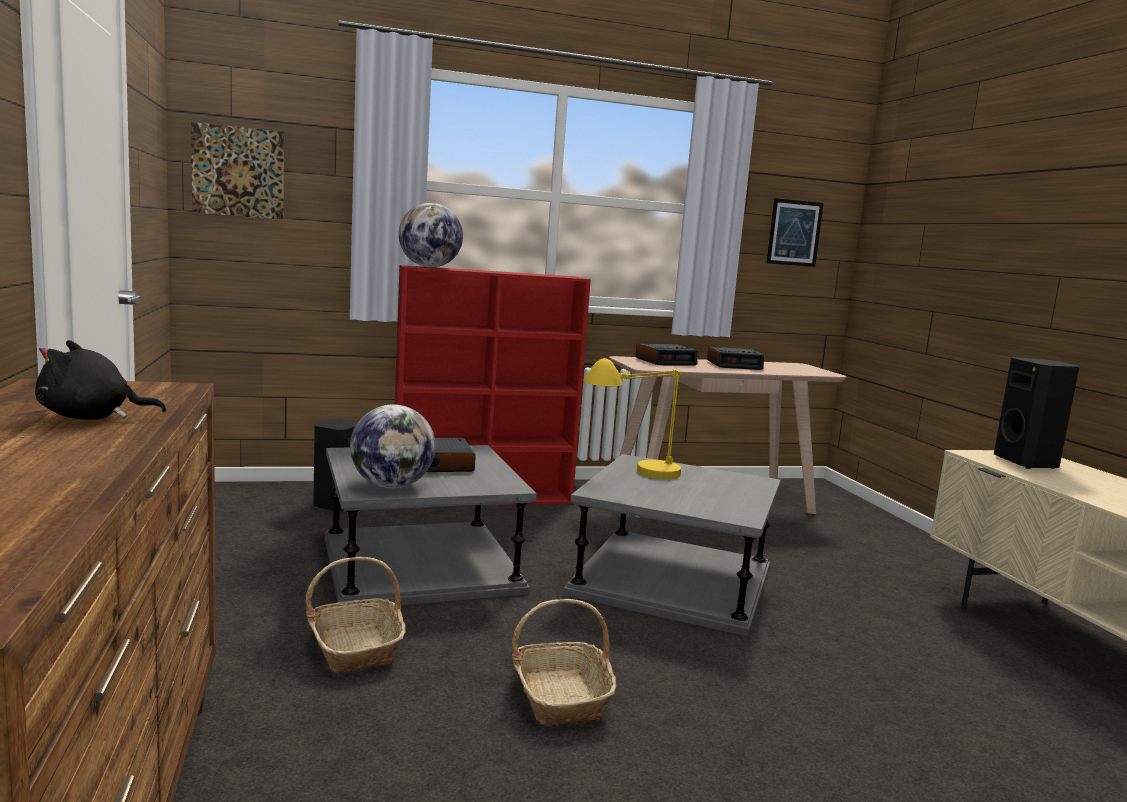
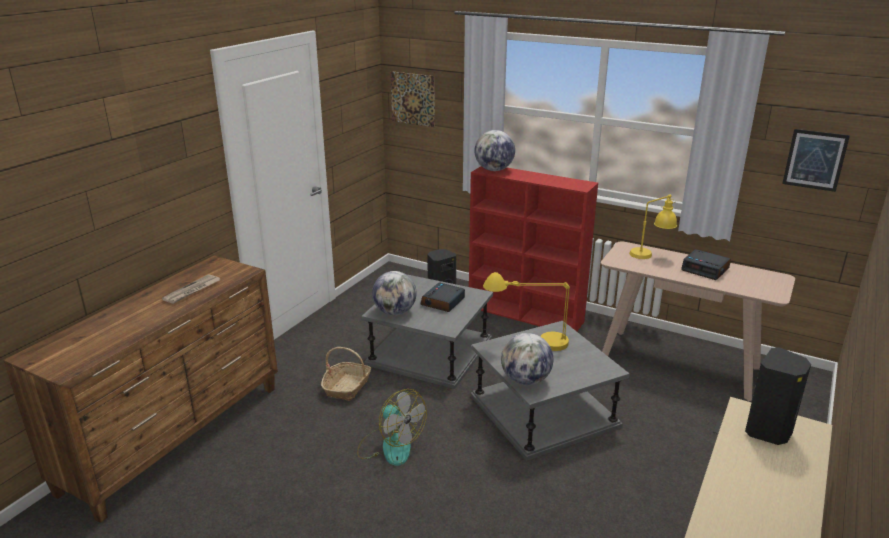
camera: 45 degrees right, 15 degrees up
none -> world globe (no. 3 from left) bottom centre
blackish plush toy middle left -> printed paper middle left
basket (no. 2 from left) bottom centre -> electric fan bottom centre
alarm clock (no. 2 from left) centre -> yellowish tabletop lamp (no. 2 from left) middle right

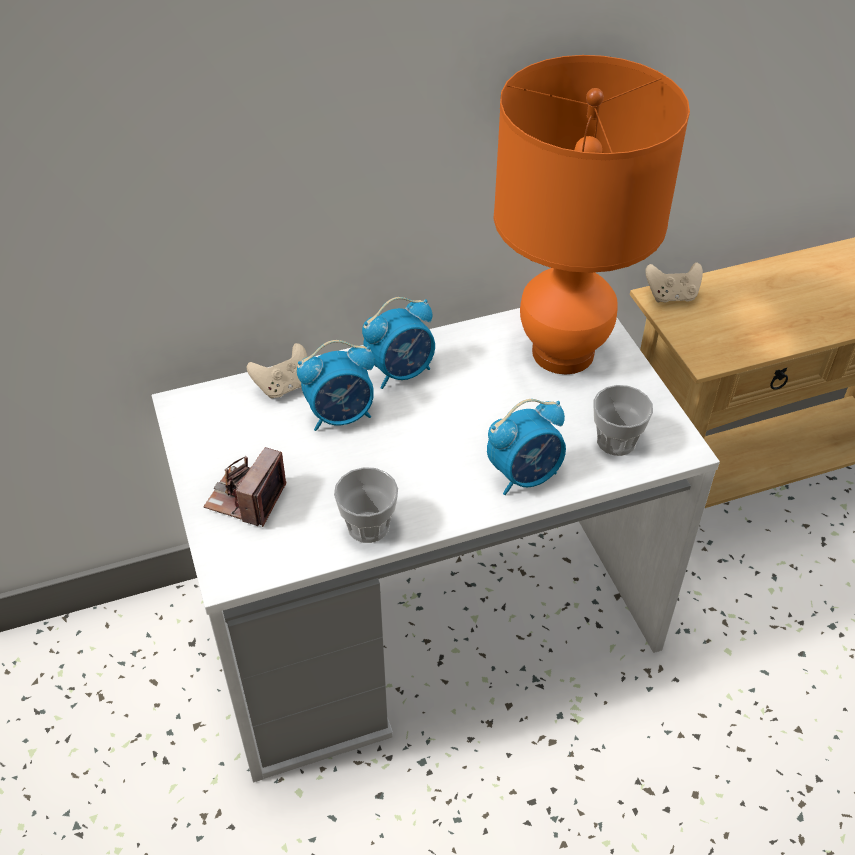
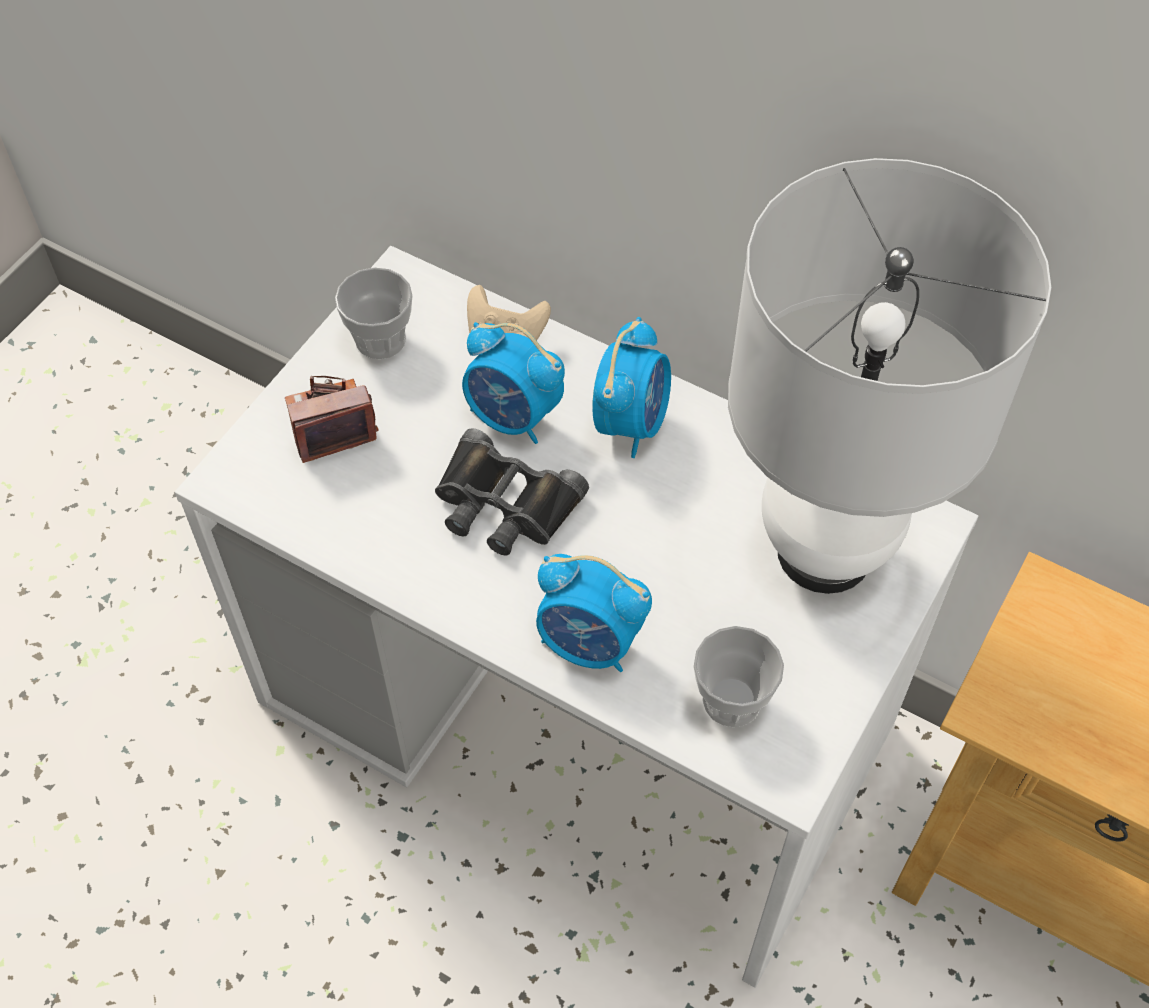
camera: 50 degrees right, 10 degrees up
sand-coloured gamepad (no. 2 from left) top right -> none
none -> blackish binoculars centre
small cup (no. 1 from left) centre -> small cup (no. 1 from left) top left, shifted
orangey tabletop lamp top right -> whitish tabletop lamp middle right
alarm clock (no. 2 from left in the first image) centre -> alarm clock (no. 3 from left) centre, 90 degrees counterclockwise

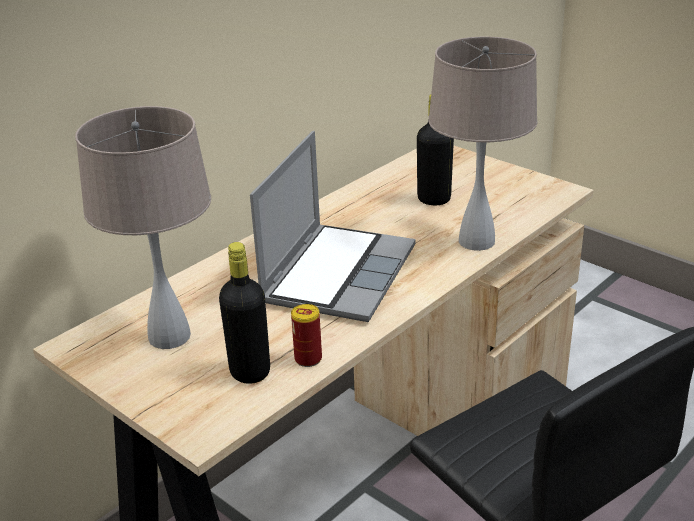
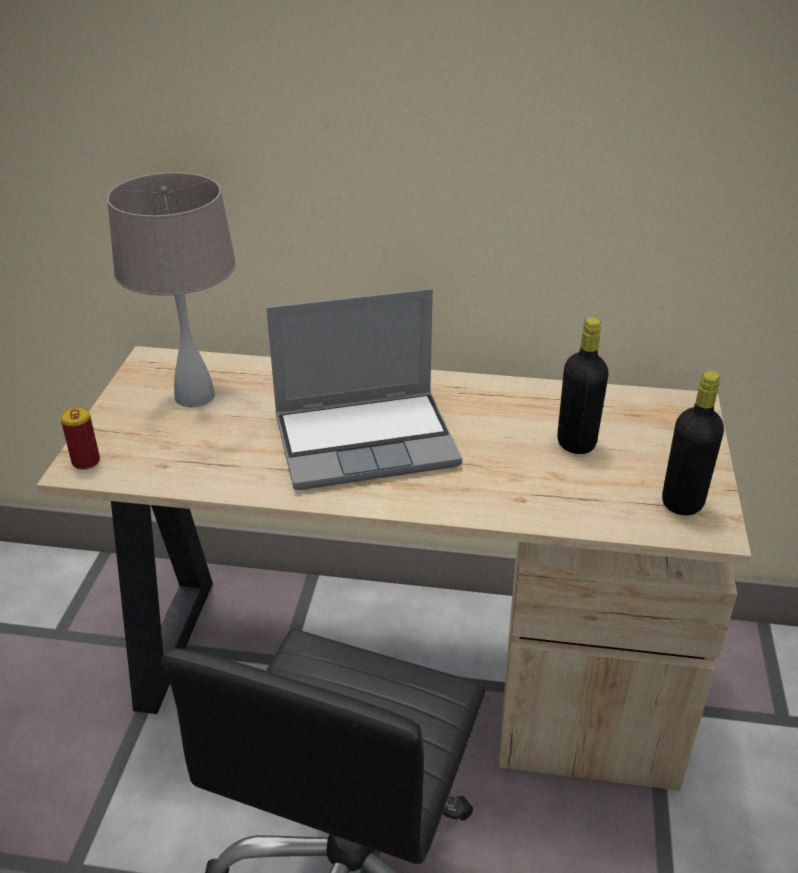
camera: 55 degrees right, 5 degrees up
sand-coloured tabletop lamp (no. 2 from left) top right -> none
blackish beverage bottle (no. 1 from left in the first image) centre -> blackish beverage bottle (no. 2 from left) middle right, shifted
sealed can centre -> sealed can middle left, shifted

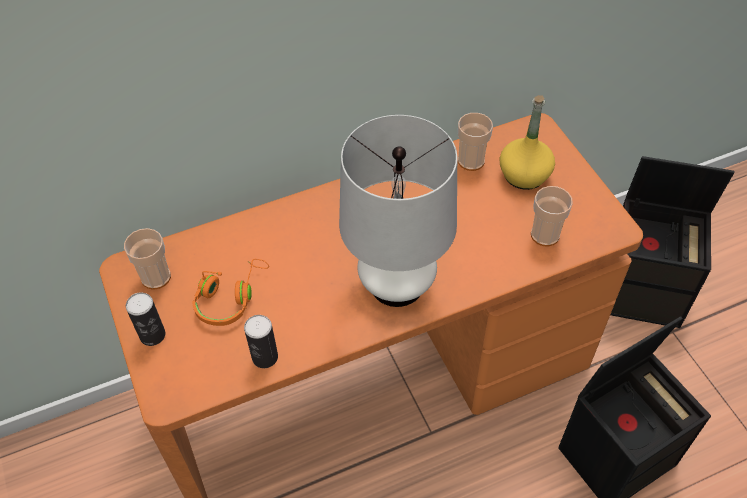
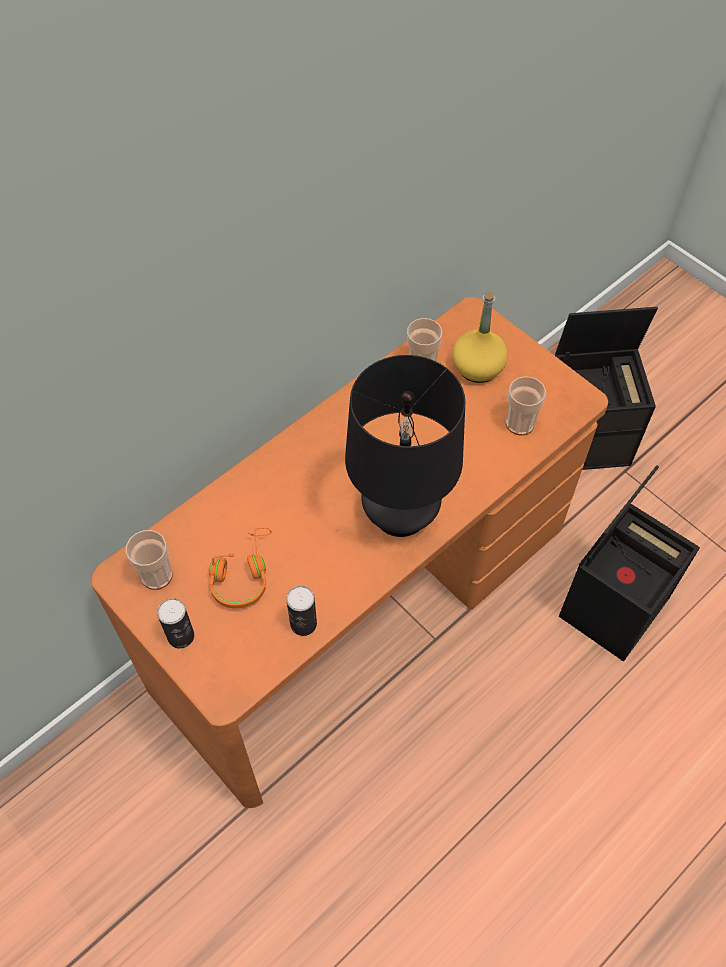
camera: 20 degrees left, 5 degrees up
whitish tabletop lamp centre -> blackish tabletop lamp centre

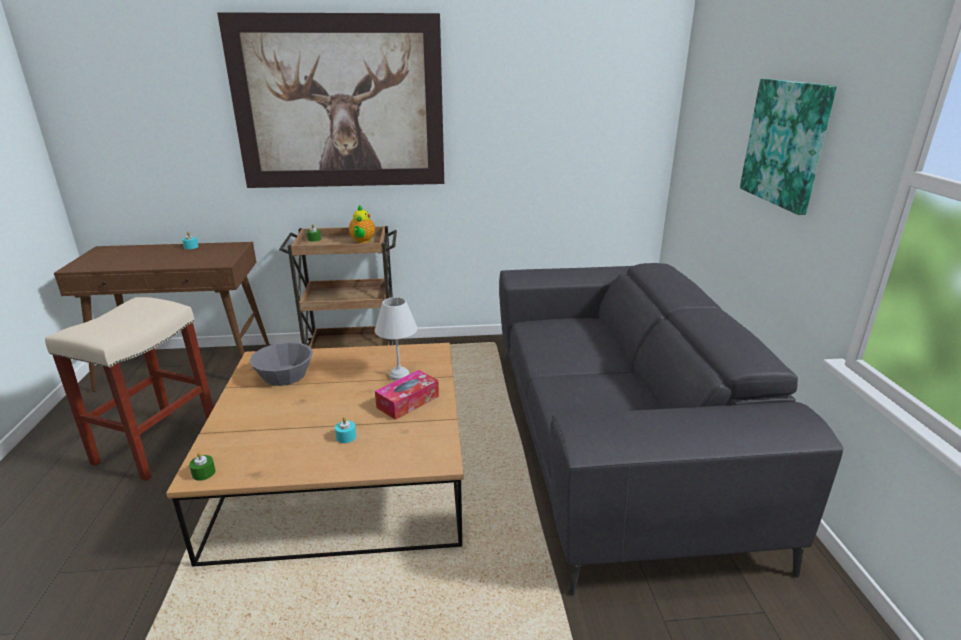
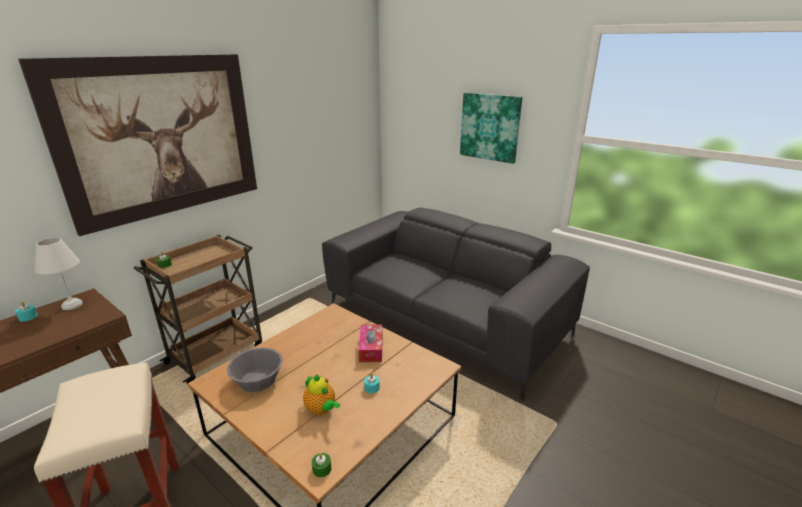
camera: 45 degrees left, 0 degrees up
tea pot centre -> tea pot bottom centre, shifted
whitish tabletop lamp centre -> whitish tabletop lamp middle left, shifted

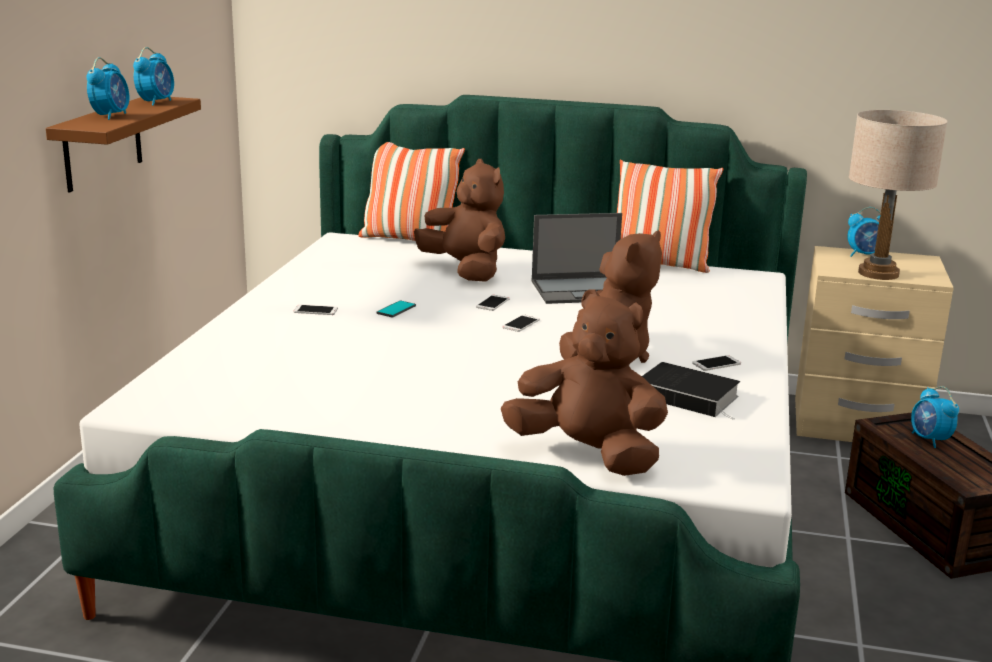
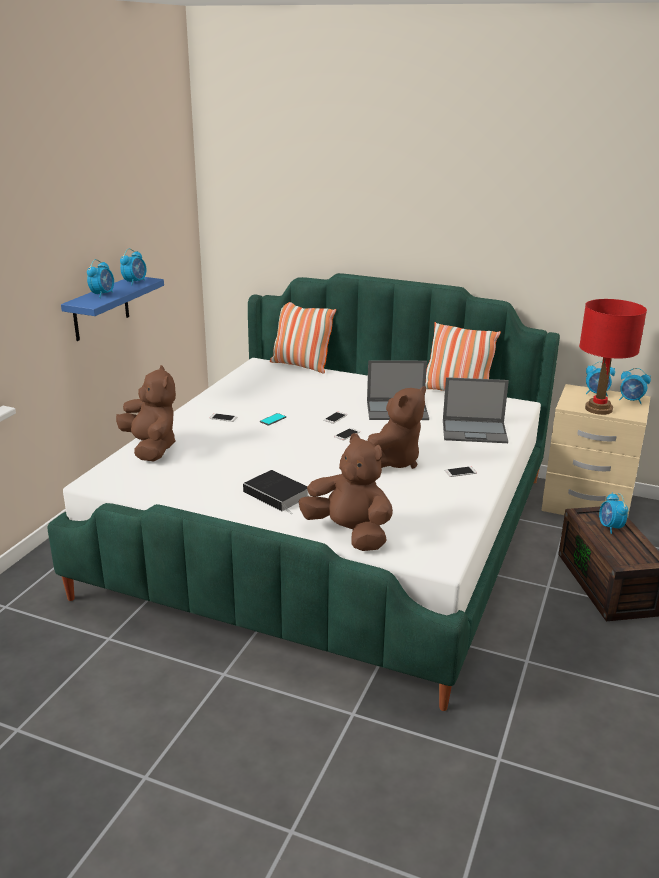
camera: 10 degrees right, 5 degrees up
none -> notebook computer (no. 2 from left) middle right
none -> alarm clock (no. 5 from left) middle right
brown-coloured plush toy (no. 1 from left) top centre -> brown-coloured plush toy (no. 1 from left) middle left, shifted
volume middle right -> volume centre, shifted
brown-coloured bracket shelf top left -> blue bracket shelf middle left
sand-coloured tabletop lamp top right -> red-coloured tabletop lamp middle right

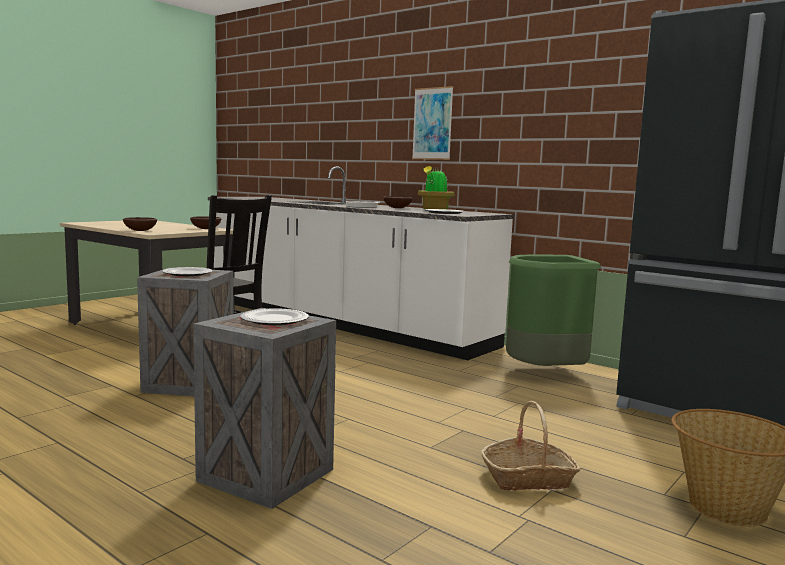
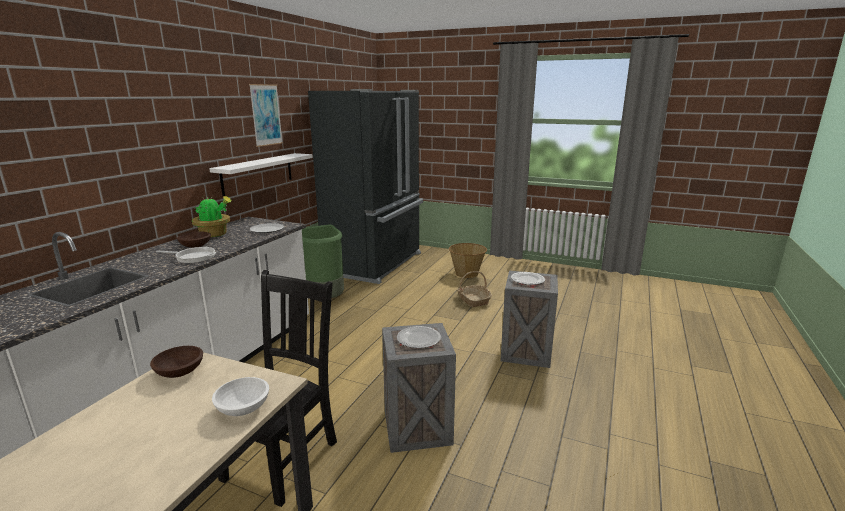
camera: 105 degrees left, 10 degrees up
none -> whitish bracket shelf middle left
wall picture top centre -> wall picture top left, shifted
brown-coloured bowl (no. 1 from left) middle left -> whitish bowl bottom left

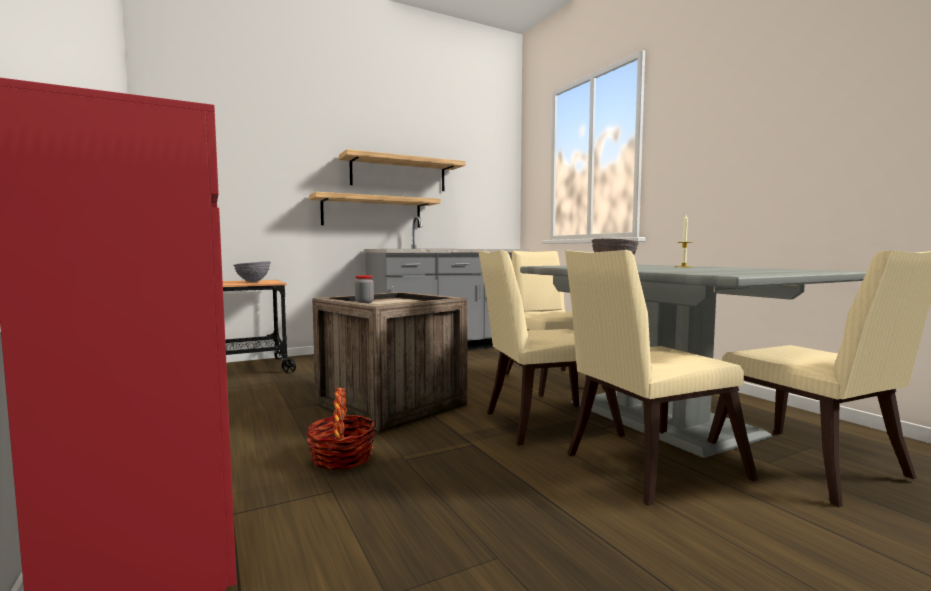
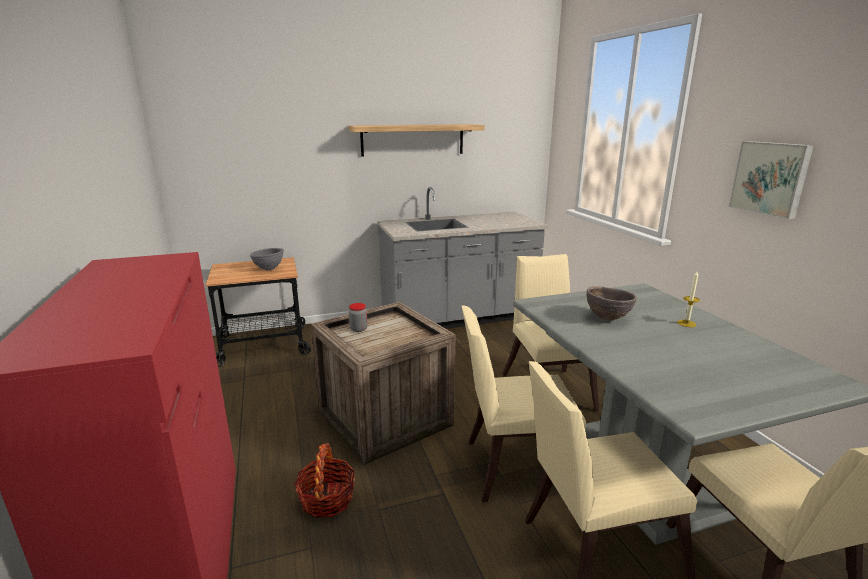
camera: 10 degrees right, 15 degrees up
bracket shelf (no. 1 from left) centre -> none
none -> wall picture top right

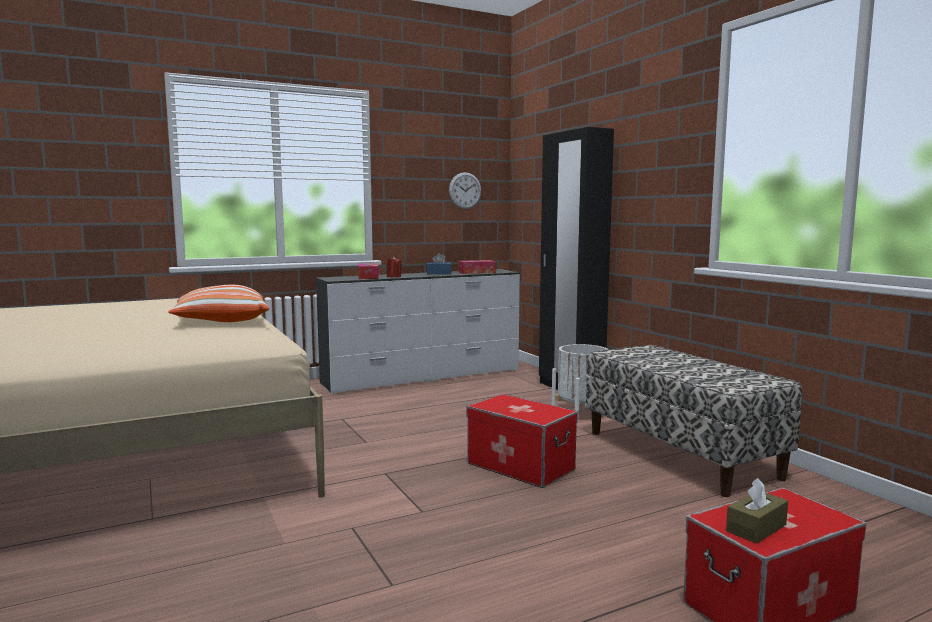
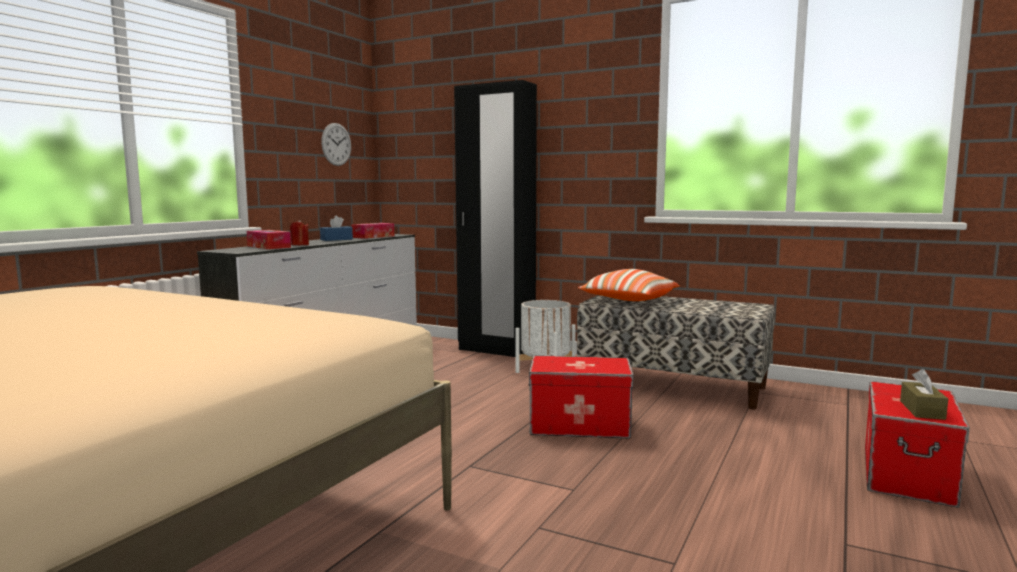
camera: 35 degrees left, 0 degrees up
cushion middle left -> cushion centre, shifted

